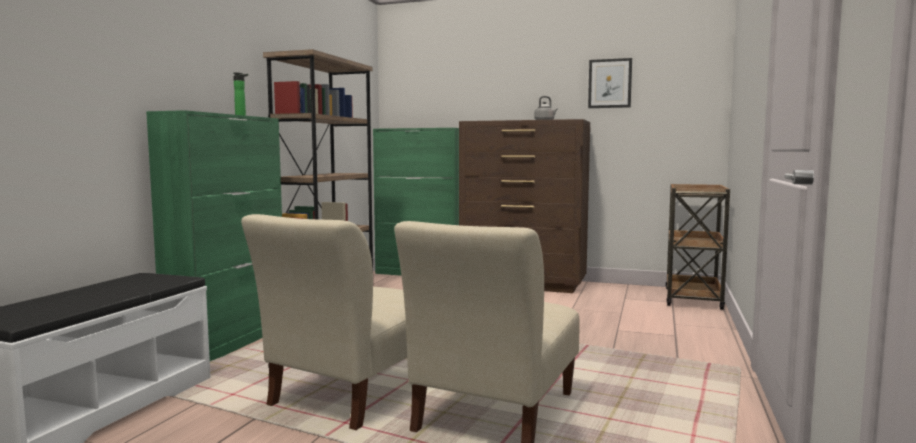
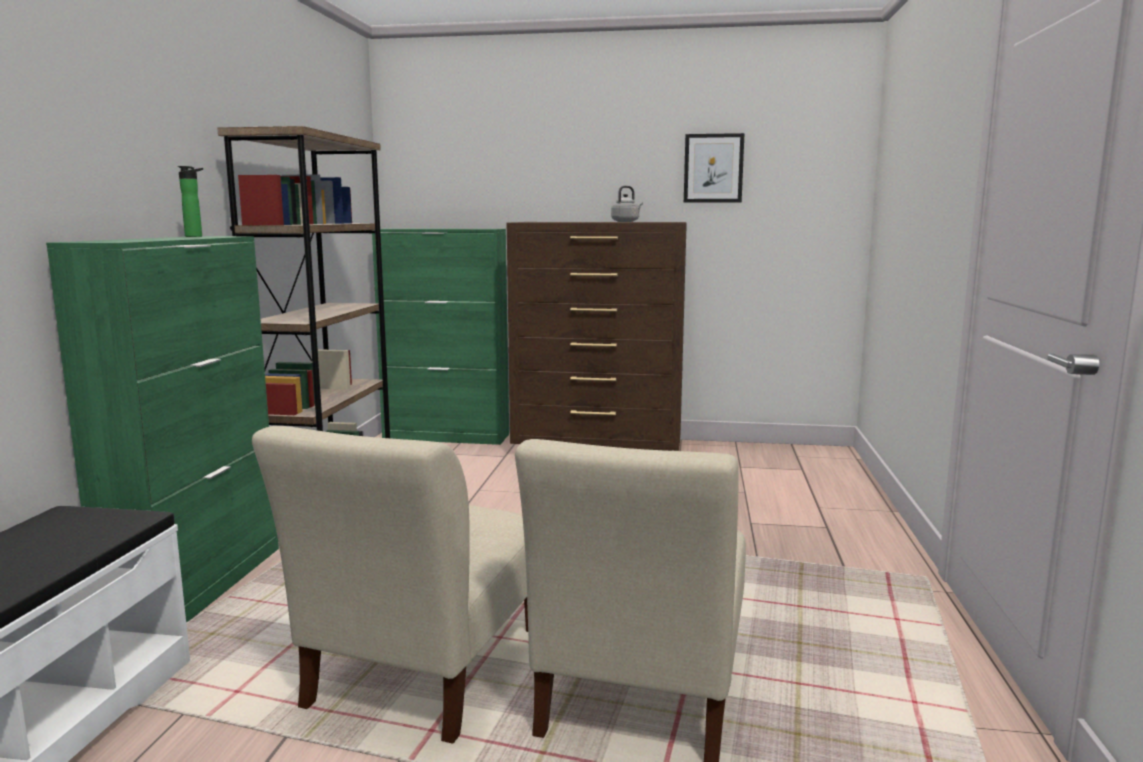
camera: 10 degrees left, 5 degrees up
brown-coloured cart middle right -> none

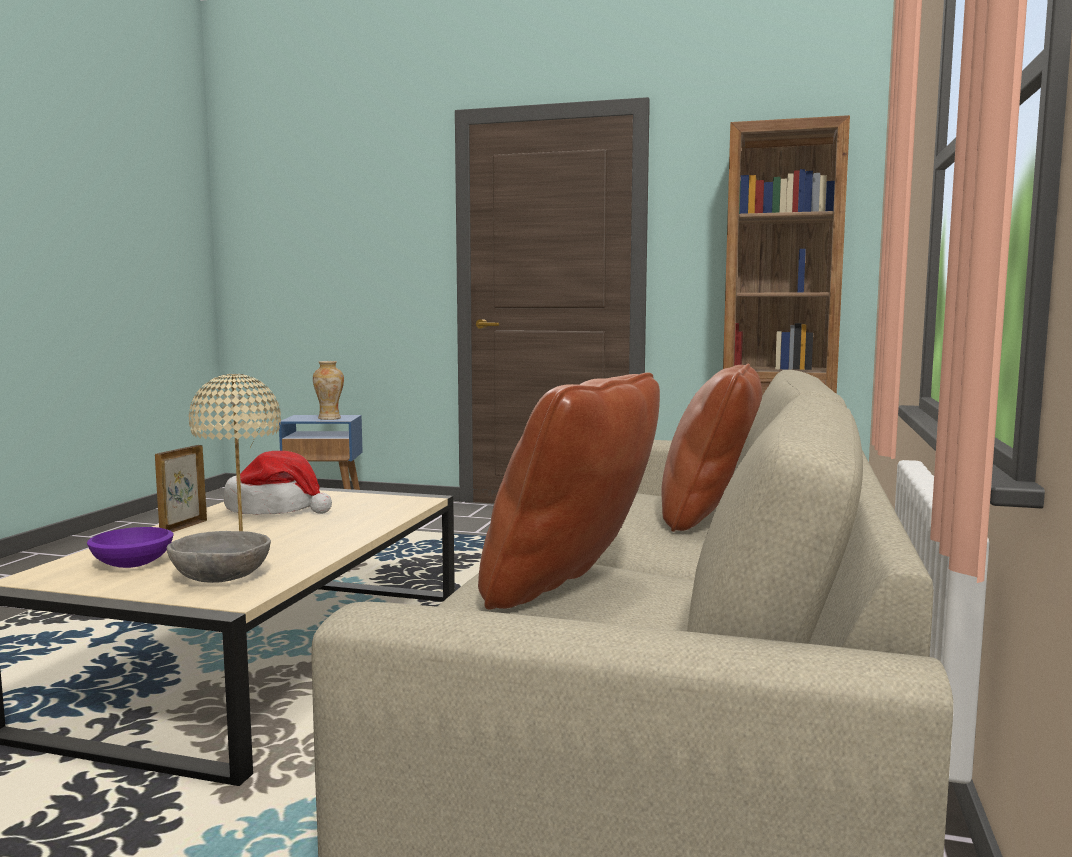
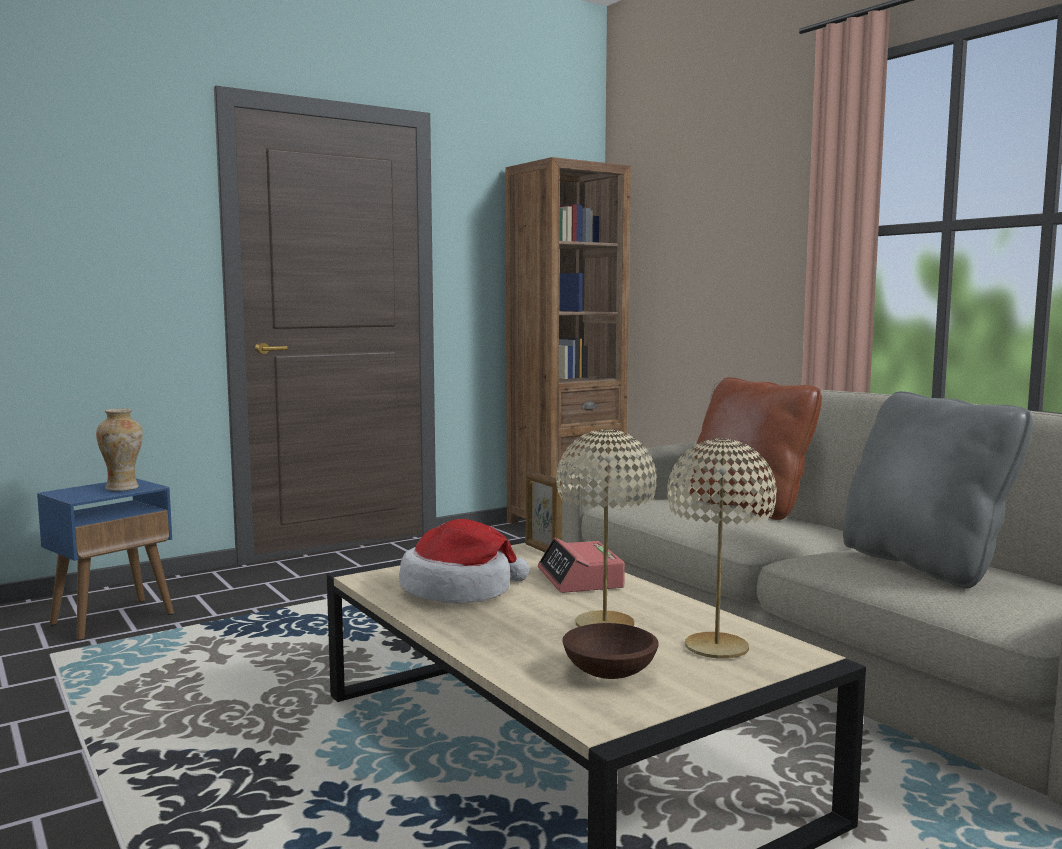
camera: 50 degrees left, 0 degrees up
none -> alarm clock centre
standing frame middle left -> standing frame centre, shifted
gray bowl middle left -> sand-coloured tabletop lamp (no. 2 from left) middle right
purple-coloured bowl middle left -> brown-coloured bowl bottom centre
brown-coloured cushion (no. 1 from left) centre -> gray cushion middle right

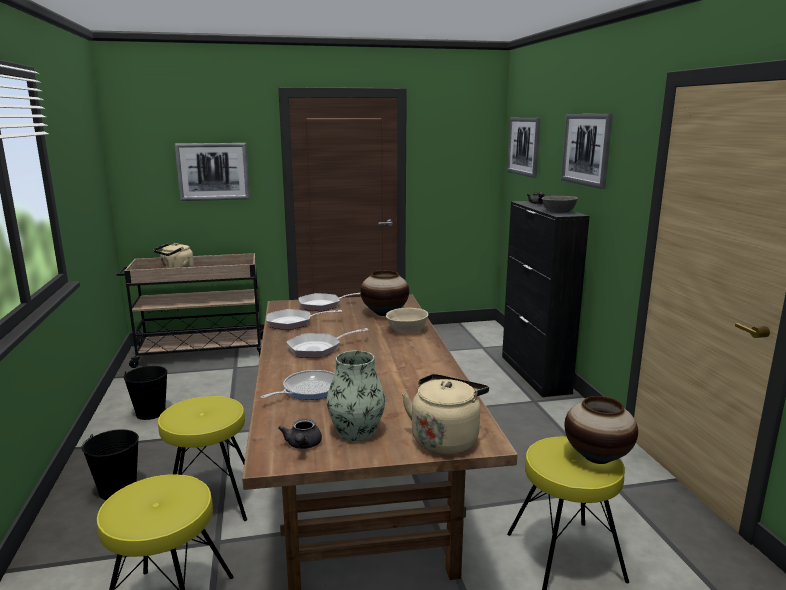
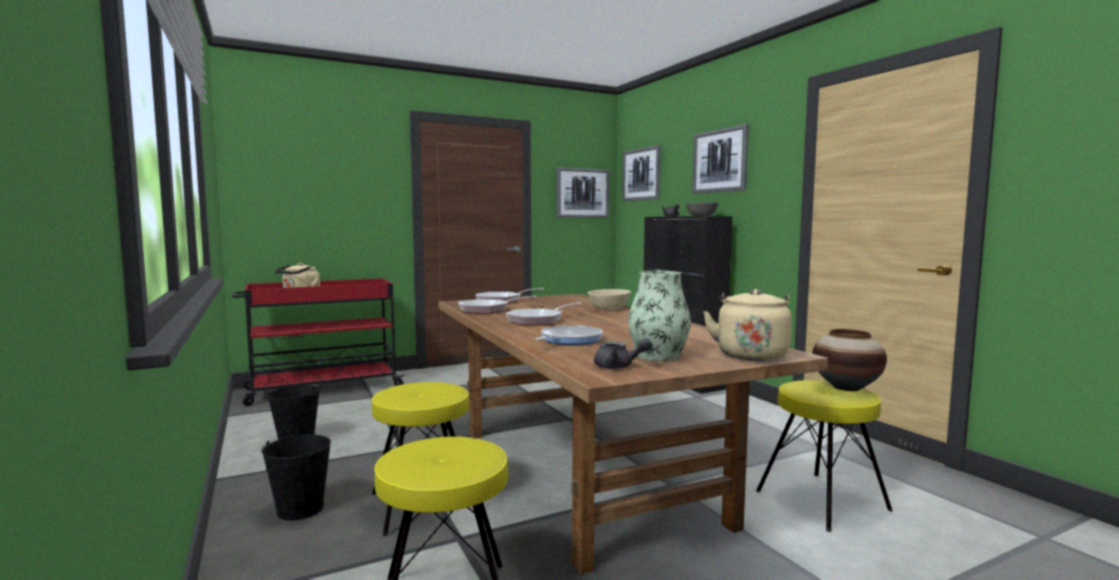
camera: 15 degrees left, 10 degrees down
flower vase (no. 2 from left) centre -> none
wall picture (no. 1 from left) top left -> wall picture (no. 1 from left) top centre, shifted
sand-coloured cart middle left -> red-coloured cart middle left
gray tea pot (no. 1 from left) bottom centre -> gray tea pot (no. 1 from left) centre, 60 degrees counterclockwise

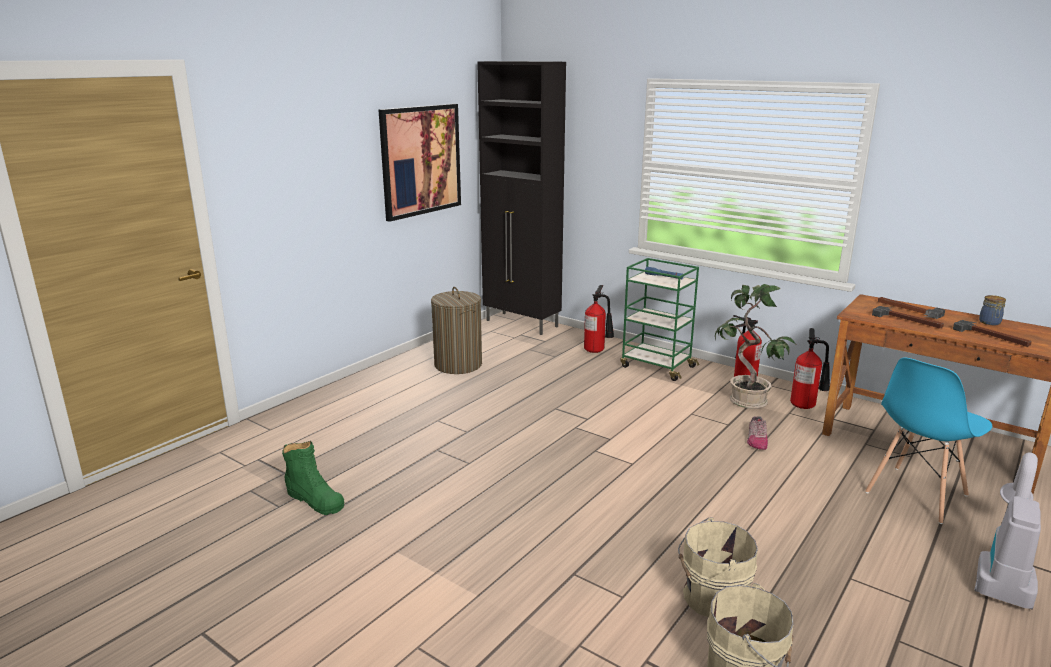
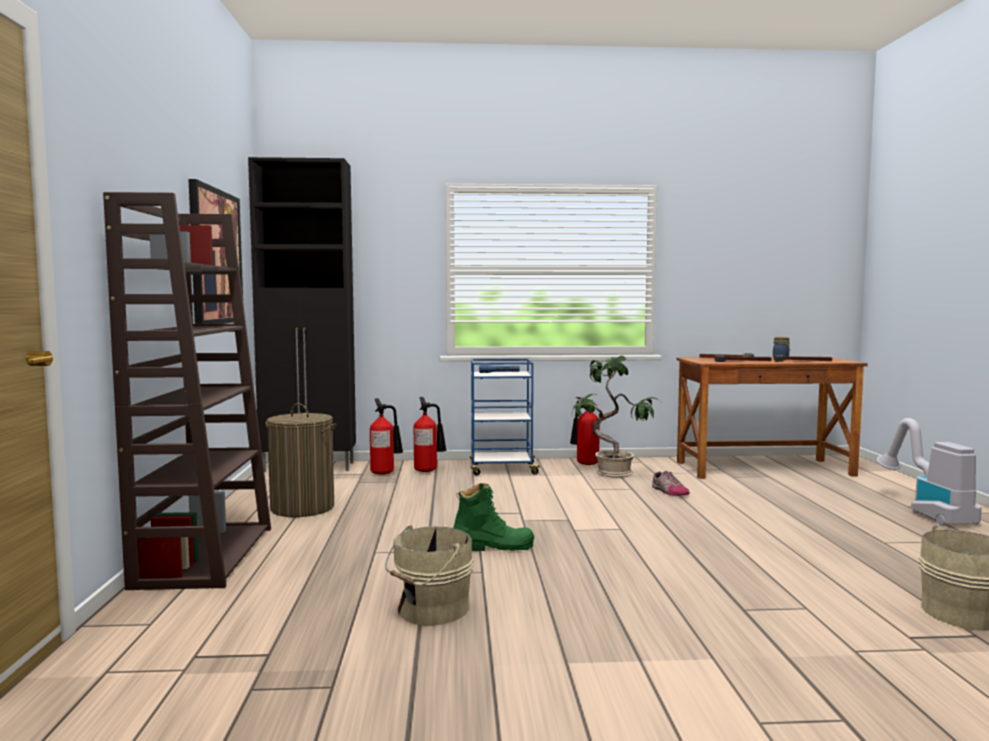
camera: 40 degrees left, 15 degrees down
blue upright chair middle right -> none
none -> brown-coloured shelving unit middle left
greenish tall boot bottom left -> greenish tall boot bottom centre, shifted
sand-coloured water bucket (no. 1 from left) bottom right -> sand-coloured water bucket (no. 1 from left) bottom centre, shifted
extinguisher (no. 3 from left in the first image) middle right -> extinguisher (no. 1 from left) centre, shifted
greenish cart centre -> blue cart centre

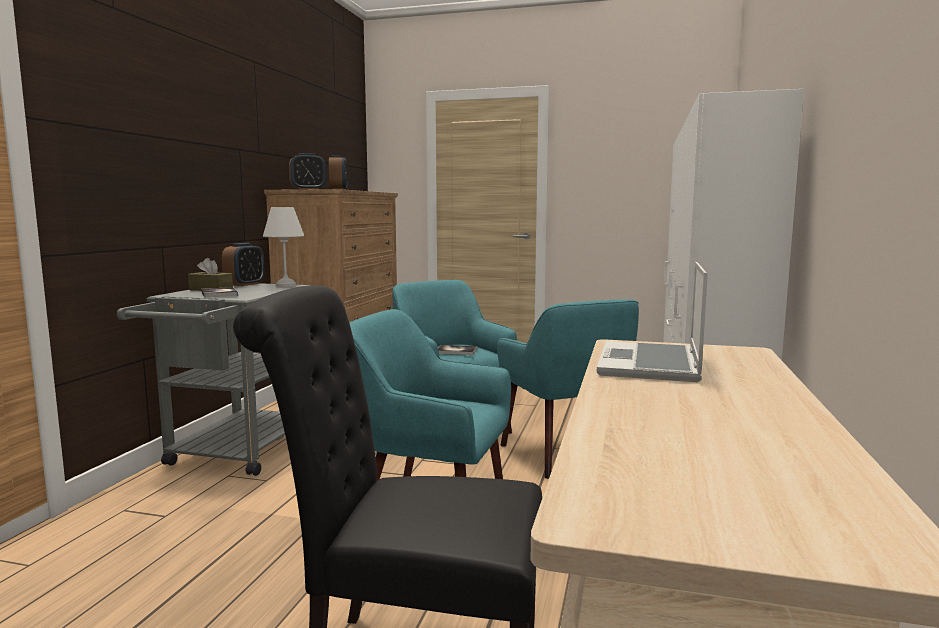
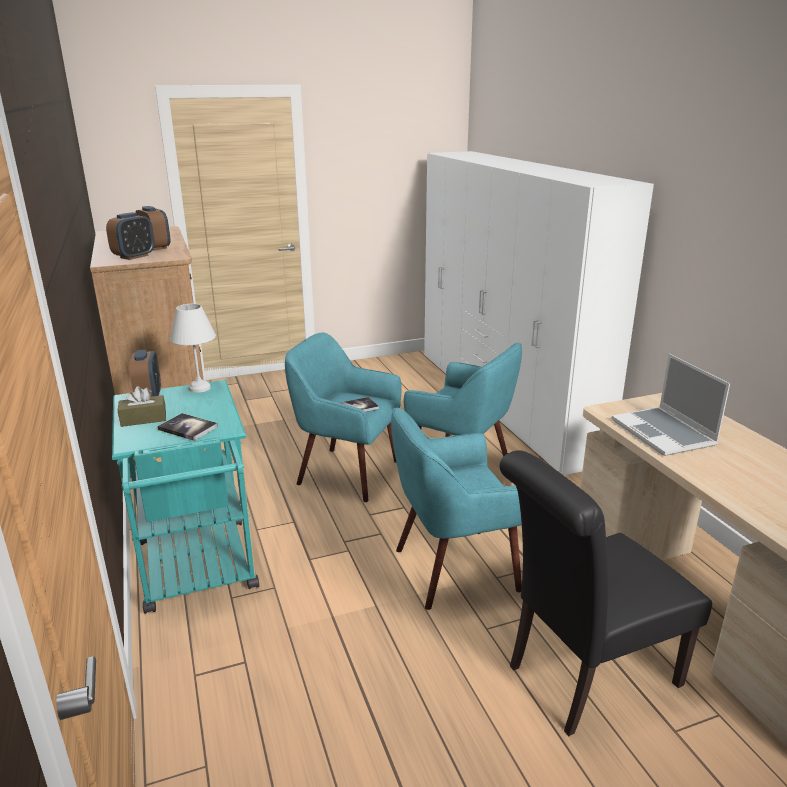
camera: 35 degrees left, 15 degrees up
gray cart middle left -> blue-green cart middle left

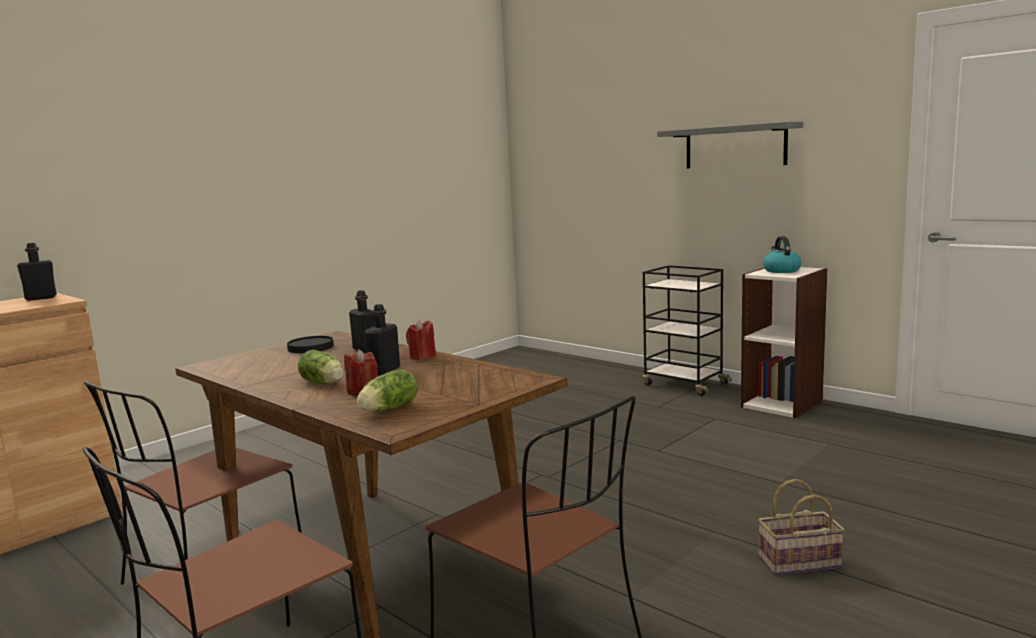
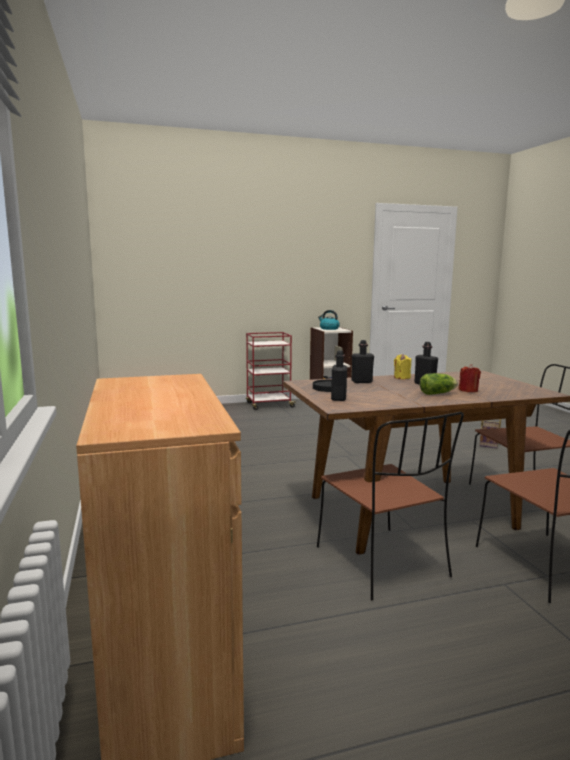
camera: 60 degrees left, 0 degrees up
head of lettuce (no. 2 from left) centre -> none
gray bracket shelf top right -> none
blackish beverage bottle (no. 1 from left) middle left -> blackish beverage bottle (no. 1 from left) centre, shifted
red-coloured wax light (no. 2 from left) centre -> yellowish wax light middle right
blackish cart centre -> red-coloured cart centre

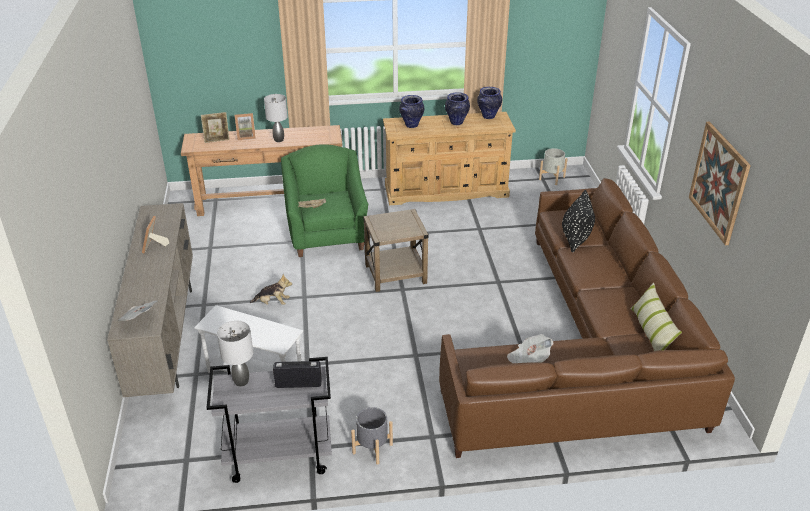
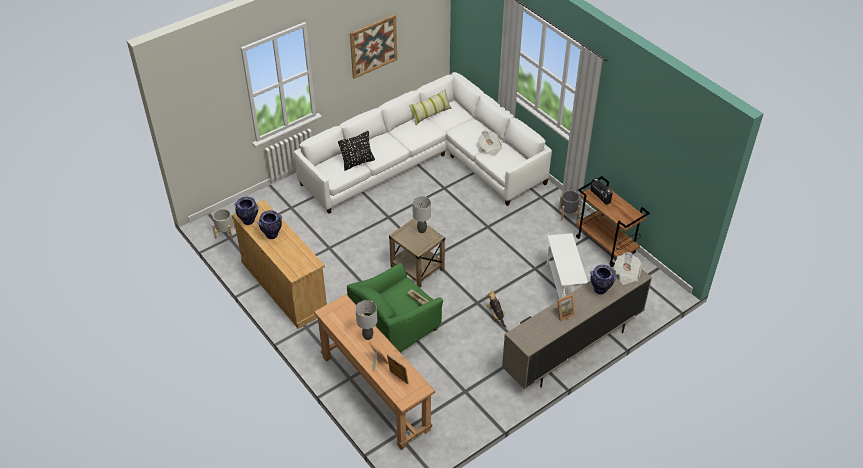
camera: 120 degrees left, 10 degrees up
gray tabletop lamp (no. 1 from left in the first image) bottom left -> gray tabletop lamp (no. 2 from left) centre, shifted
flower vase (no. 1 from left in the first image) top centre -> flower vase (no. 3 from left) middle right, shifted
gray cart bottom left -> brown-coloured cart middle right
brown-coloured couch middle right -> whitish couch top centre

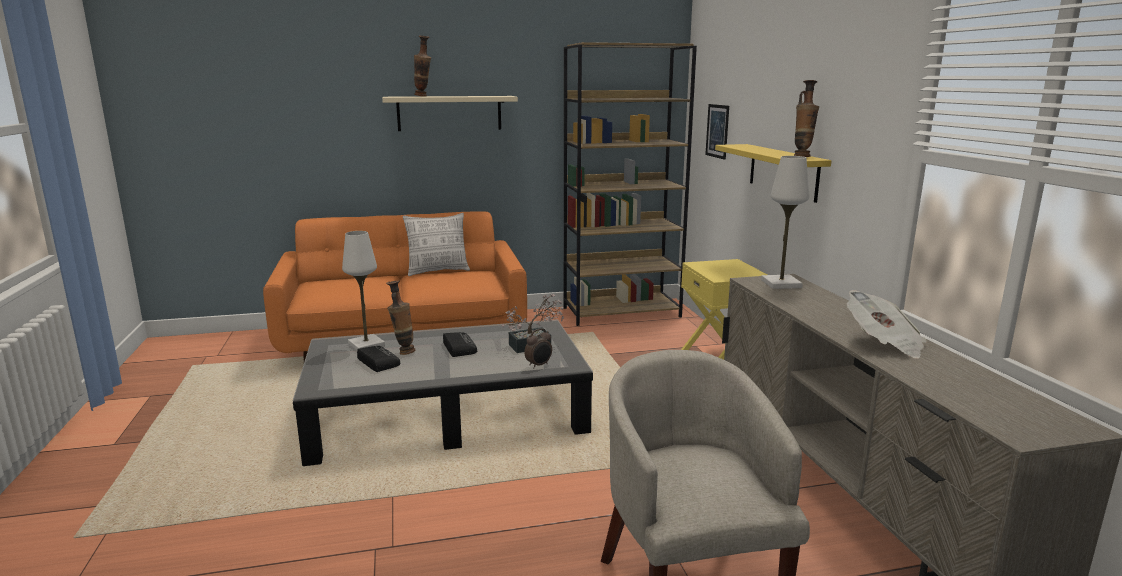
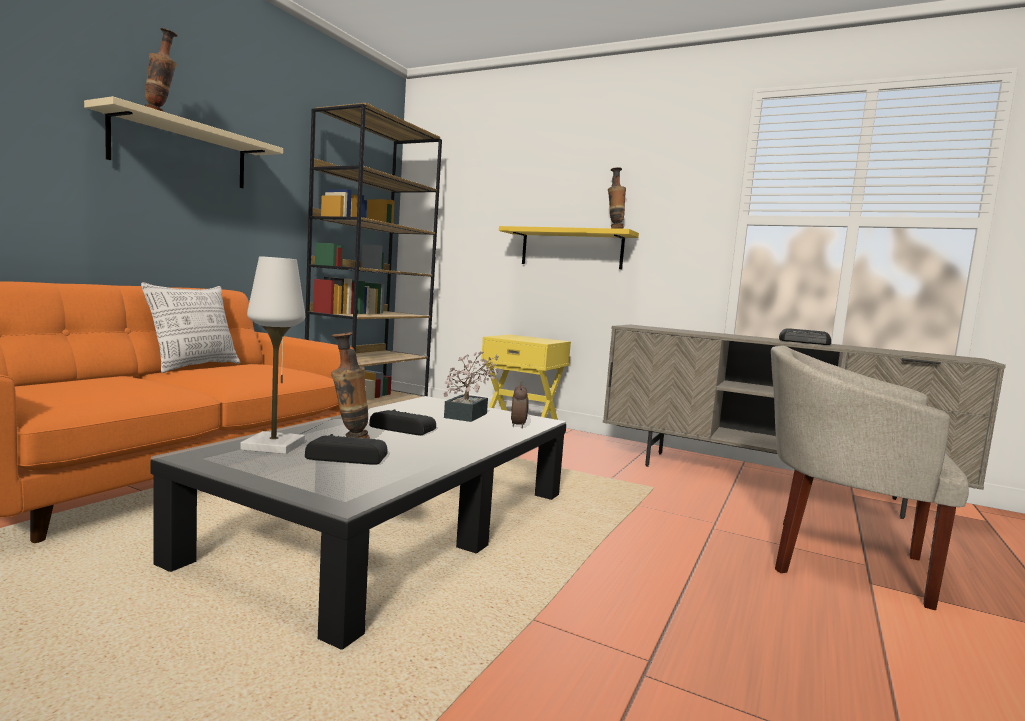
camera: 50 degrees left, 10 degrees down
wall picture top centre -> none
whitish tabletop lamp (no. 2 from left) middle right -> none
printed paper middle right -> radio (no. 3 from left) middle right

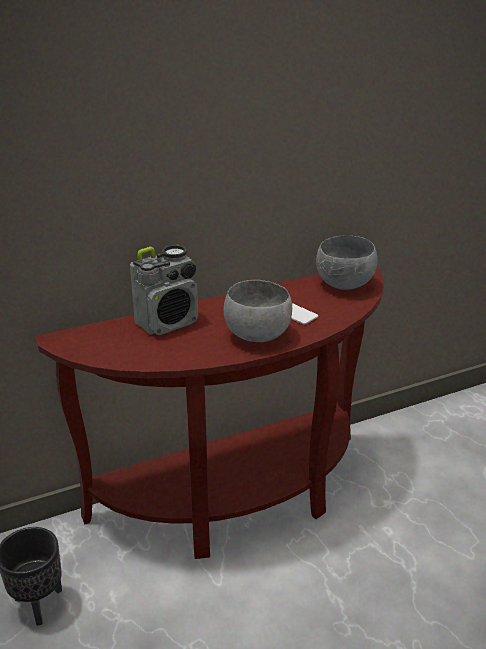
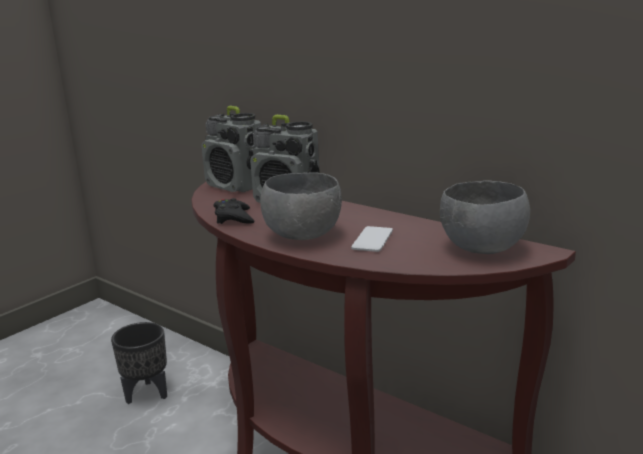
camera: 65 degrees right, 10 degrees down
none -> radio (no. 1 from left) top centre
none -> blackish gamepad centre

